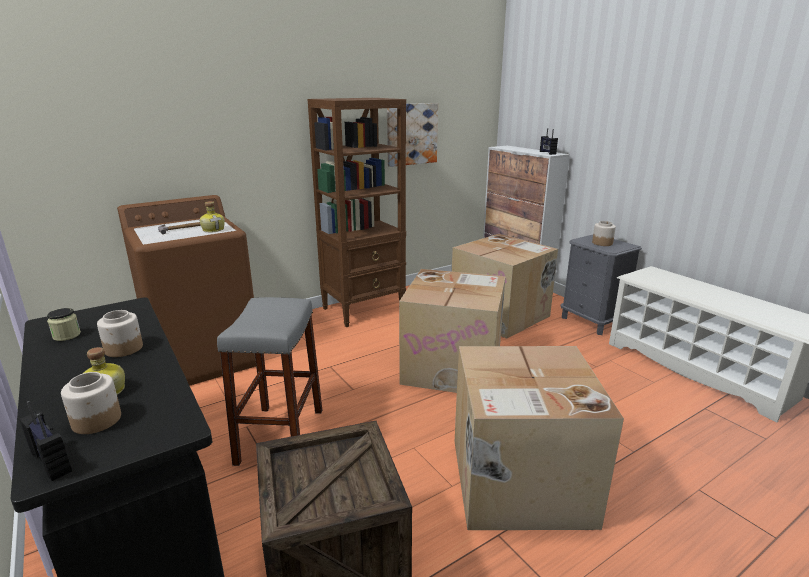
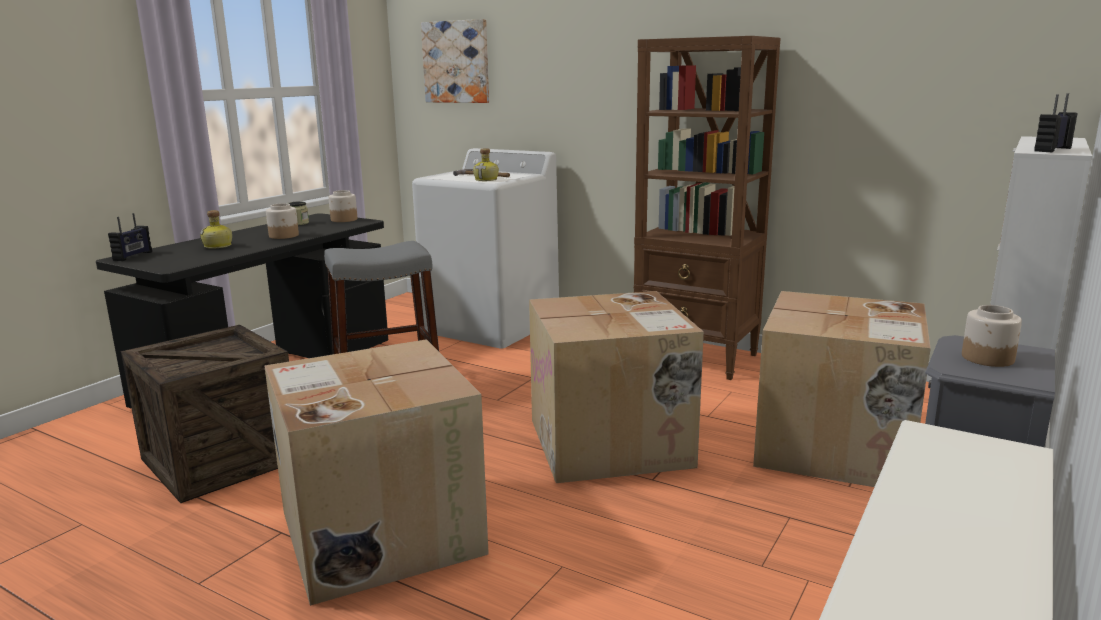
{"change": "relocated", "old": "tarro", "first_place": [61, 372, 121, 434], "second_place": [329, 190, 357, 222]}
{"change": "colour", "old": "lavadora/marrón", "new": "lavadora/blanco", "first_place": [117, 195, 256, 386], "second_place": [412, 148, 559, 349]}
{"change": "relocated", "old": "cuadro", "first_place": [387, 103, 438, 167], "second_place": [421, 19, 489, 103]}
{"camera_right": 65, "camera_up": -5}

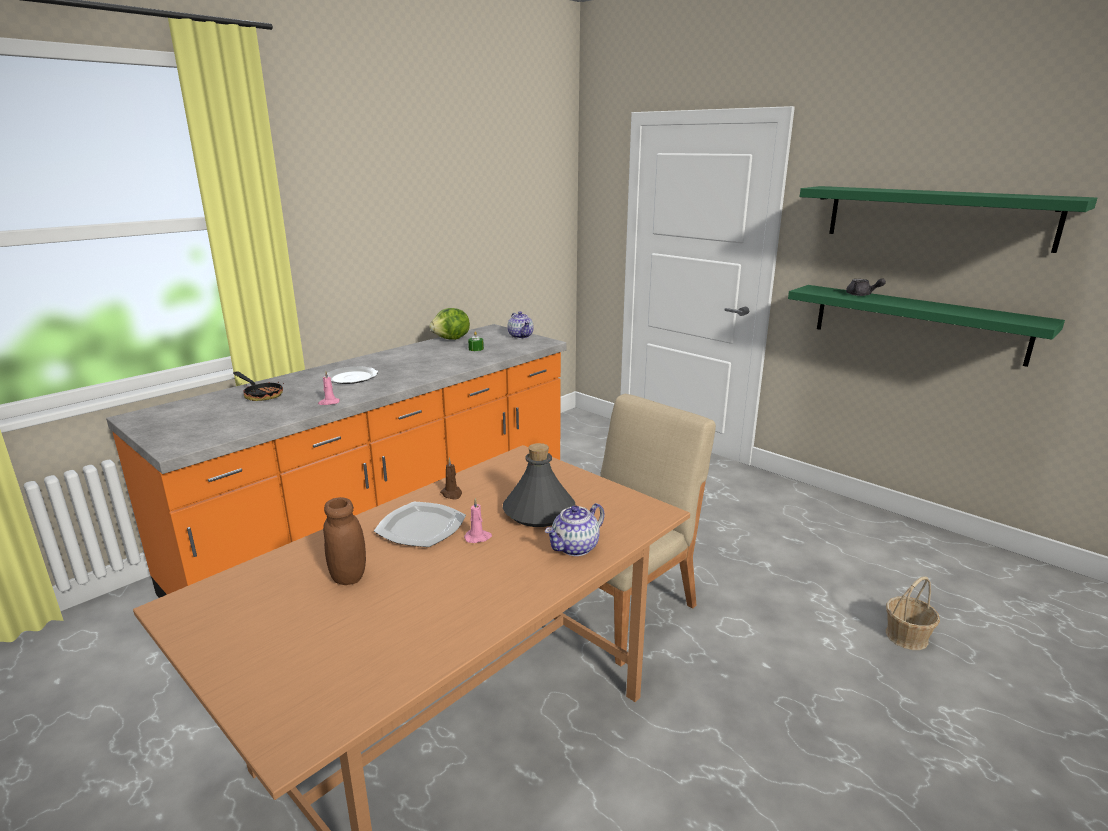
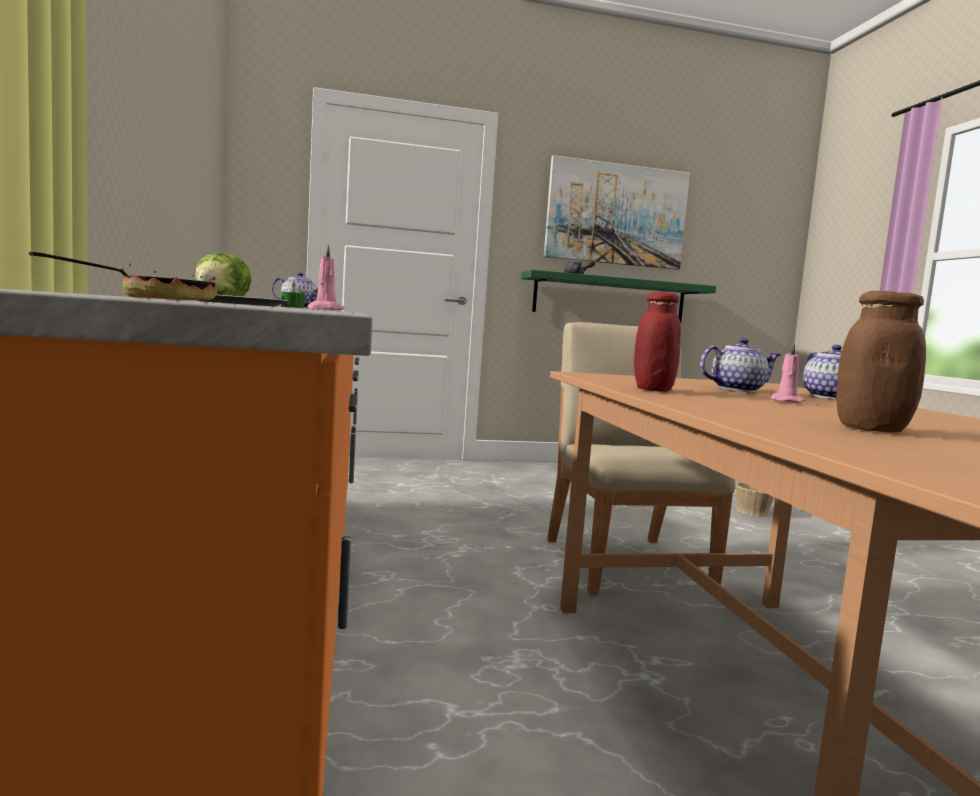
{"change": "exchanged", "old": "estante/verde", "new": "cuadro", "first_place": [800, 186, 1097, 253], "second_place": [544, 155, 690, 270]}
{"change": "exchanged", "old": "vela/marrón", "new": "tarro/rojo", "first_place": [440, 458, 462, 500], "second_place": [634, 292, 681, 392]}
{"change": "exchanged", "old": "botella/gris", "new": "tetera", "first_place": [503, 443, 576, 527], "second_place": [700, 338, 781, 392]}
{"change": "missing", "old": "plato", "first_place": [374, 502, 466, 547]}
{"camera_right": -55, "camera_up": -15}

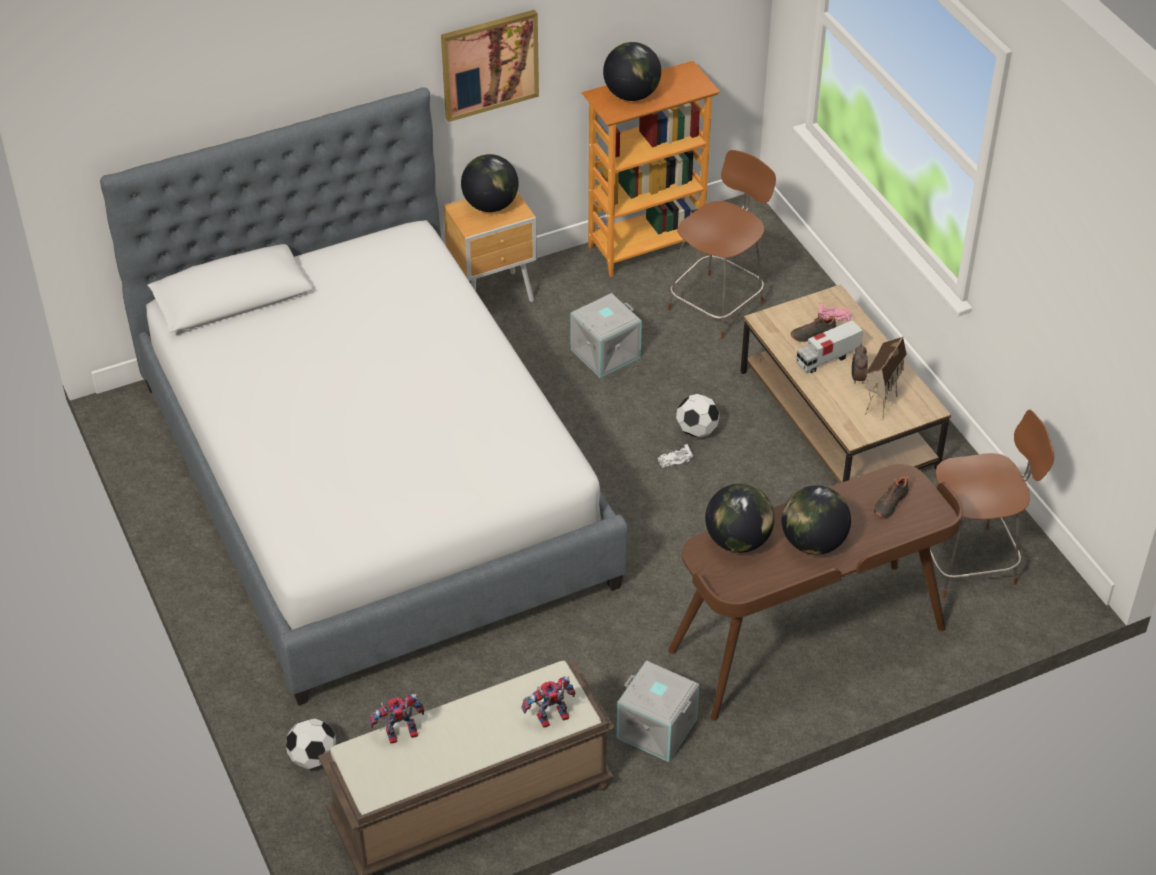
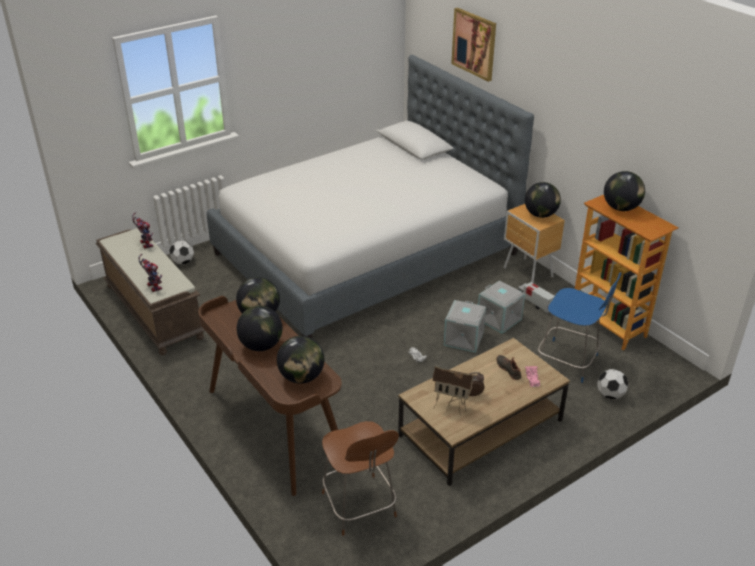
{"change": "exchanged", "old": "zapato/negro", "new": "globo terráqueo", "first_place": [874, 473, 909, 519], "second_place": [277, 336, 324, 383]}
{"change": "relocated", "old": "caja de almacenaje/gris", "first_place": [617, 660, 699, 762], "second_place": [444, 300, 486, 353]}
{"change": "relocated", "old": "cuadro", "first_place": [441, 10, 539, 122], "second_place": [451, 8, 496, 82]}
{"change": "relocated", "old": "camión de juguete", "first_place": [796, 320, 863, 373], "second_place": [518, 282, 555, 313]}
{"change": "colour", "old": "silla/marrón", "new": "silla/azul", "first_place": [668, 150, 776, 339], "second_place": [538, 272, 622, 383]}
{"change": "relocated", "old": "balón de fútbol", "first_place": [676, 394, 720, 438], "second_place": [597, 369, 629, 399]}
{"camera_right": 80, "camera_up": -10}

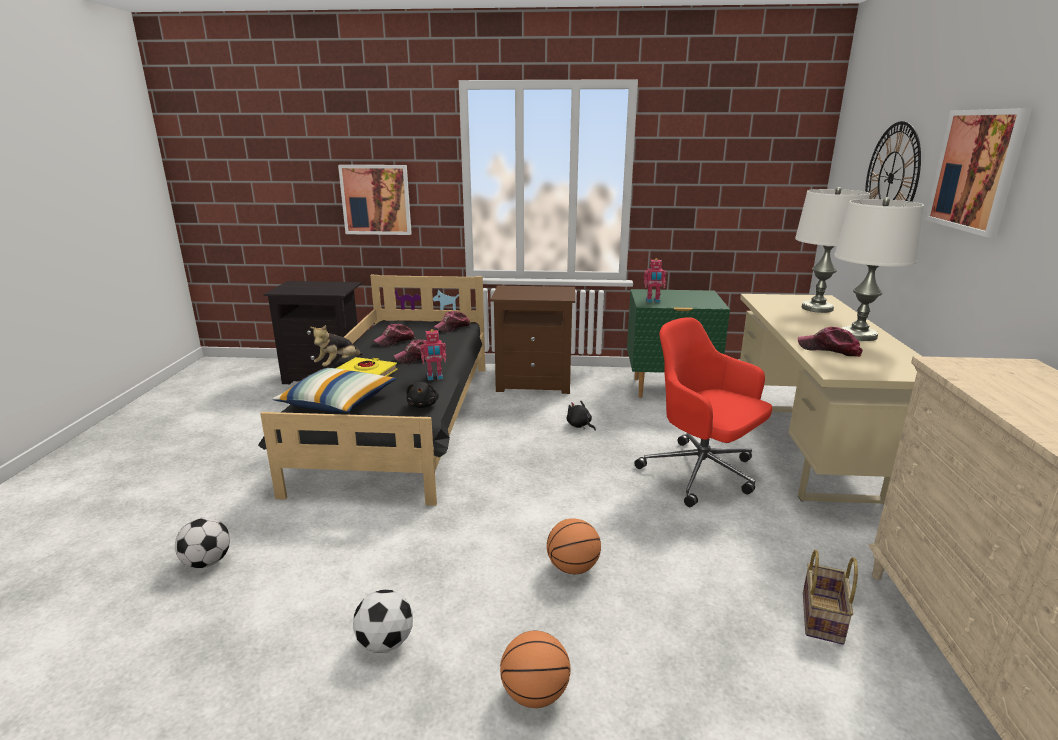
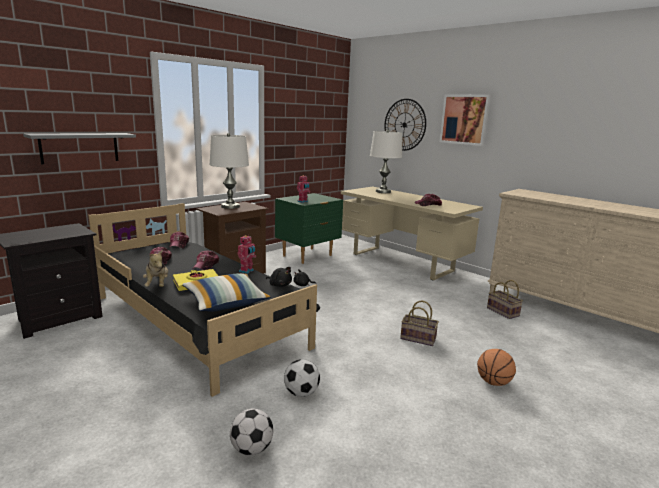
{"change": "exchanged", "old": "cuadro", "new": "estante/gris", "first_place": [338, 165, 412, 235], "second_place": [23, 133, 136, 164]}
{"change": "relocated", "old": "lámpara de mesa/blanco", "first_place": [834, 197, 924, 341], "second_place": [210, 133, 249, 209]}
{"change": "relocated", "old": "balón de fútbol", "first_place": [353, 590, 413, 653], "second_place": [284, 359, 320, 397]}
{"change": "exchanged", "old": "balón de baloncesto", "new": "cesta", "first_place": [547, 519, 601, 574], "second_place": [400, 300, 439, 346]}
{"change": "missing", "old": "silla de oficina/rojo", "first_place": [634, 317, 772, 507]}
{"camera_right": -50, "camera_up": -5}

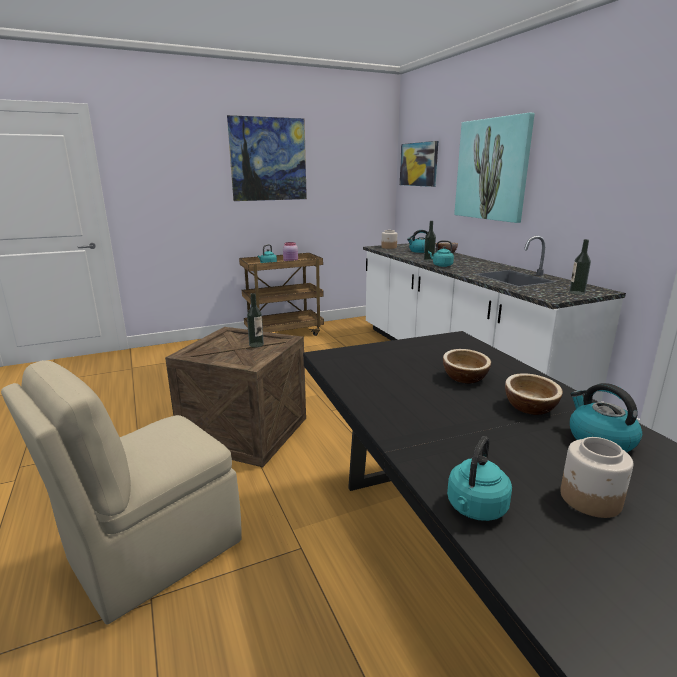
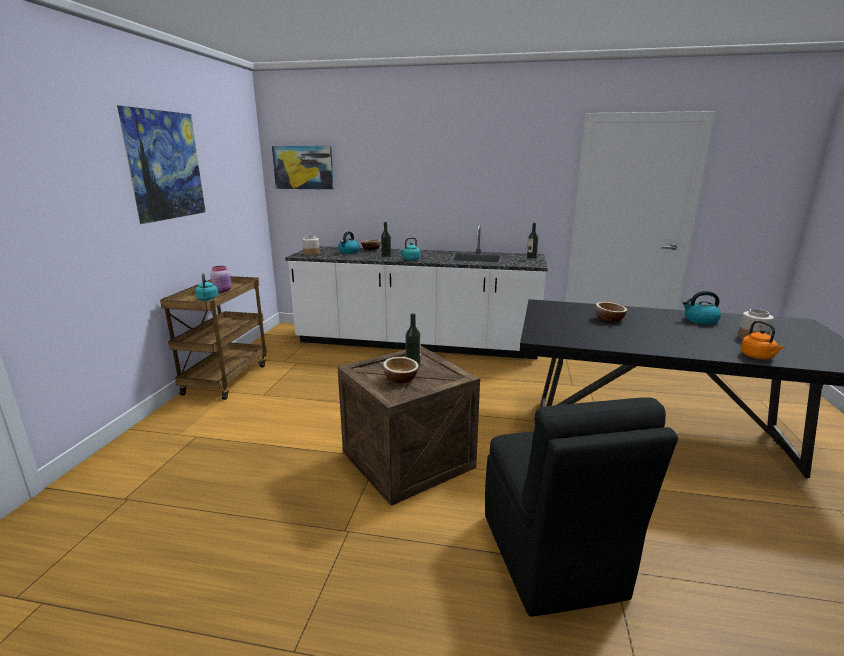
{"change": "relocated", "old": "cuenco", "first_place": [505, 373, 563, 415], "second_place": [383, 357, 419, 383]}
{"change": "colour", "old": "silla/beis", "new": "silla/negro", "first_place": [1, 360, 241, 625], "second_place": [485, 397, 678, 617]}
{"change": "colour", "old": "hervidor/turquesa", "new": "hervidor/naranja", "first_place": [447, 436, 512, 521], "second_place": [740, 321, 785, 359]}
{"change": "missing", "old": "cuadro", "first_place": [454, 112, 535, 223]}
{"camera_right": -55, "camera_up": 0}

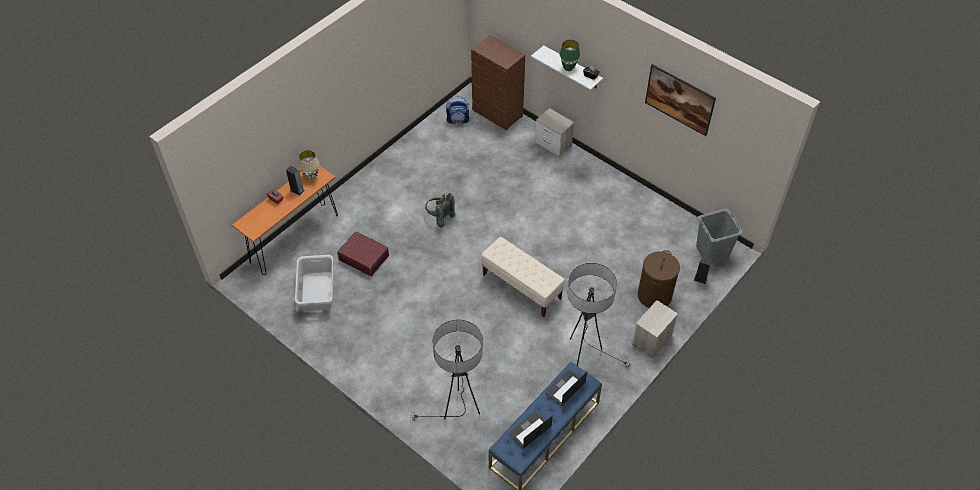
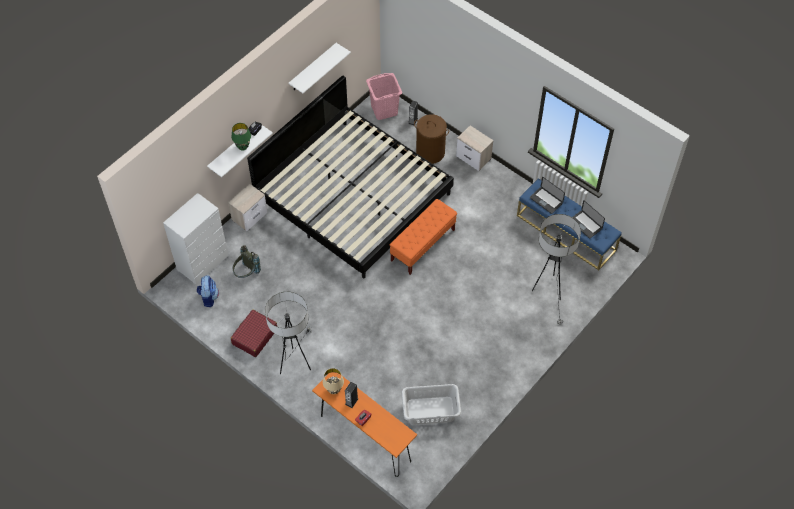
{"change": "colour", "old": "cómoda/marrón", "new": "cómoda/blanco", "first_place": [471, 35, 525, 130], "second_place": [163, 193, 228, 284]}
{"change": "relocated", "old": "maleta/rojo", "first_place": [337, 231, 389, 276], "second_place": [231, 310, 277, 357]}
{"change": "relocated", "old": "mochila/gris", "first_place": [425, 193, 456, 228], "second_place": [233, 245, 261, 278]}
{"change": "appeared", "new": "cama", "second_place": [247, 76, 454, 278]}
{"change": "relocated", "old": "lámpara de pie", "first_place": [568, 263, 631, 368], "second_place": [265, 292, 311, 374]}
{"change": "exchanged", "old": "cuadro", "new": "estante/blanco", "first_place": [645, 64, 716, 136], "second_place": [288, 43, 351, 93]}
{"change": "colour", "old": "cesto de la ropa/gris", "new": "cesto de la ropa/rosa", "first_place": [696, 209, 743, 263], "second_place": [366, 73, 402, 120]}
{"change": "colour", "old": "banco/beis", "new": "banco/naranja", "first_place": [482, 237, 565, 317], "second_place": [390, 199, 457, 275]}
{"camera_right": -90, "camera_up": 5}

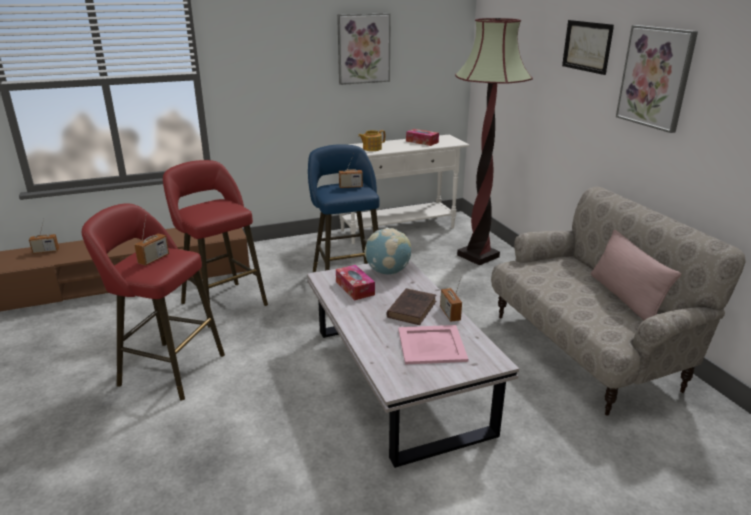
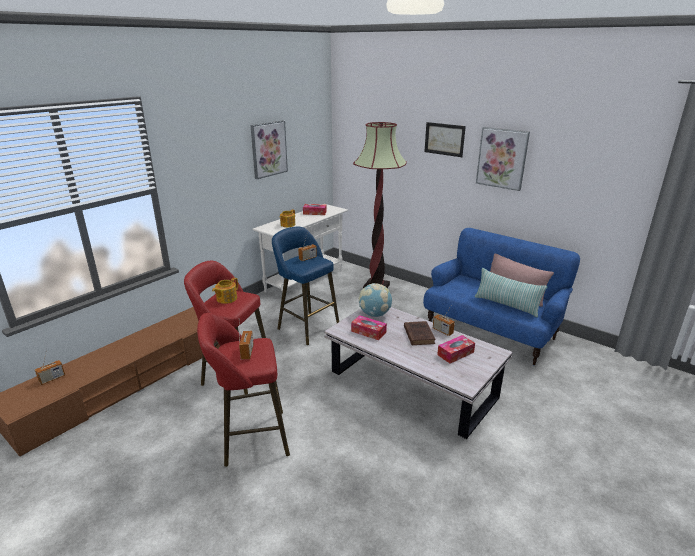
{"change": "appeared", "new": "tetera", "second_place": [212, 278, 238, 304]}
{"change": "colour", "old": "sofá/beis", "new": "sofá/azul", "first_place": [491, 187, 746, 416], "second_place": [423, 228, 580, 366]}
{"change": "exchanged", "old": "bandeja/rosa", "new": "caja de pañuelos", "first_place": [398, 325, 468, 365], "second_place": [437, 335, 475, 363]}
{"change": "appeared", "new": "cojín", "second_place": [474, 268, 547, 318]}
{"camera_right": -30, "camera_up": 0}

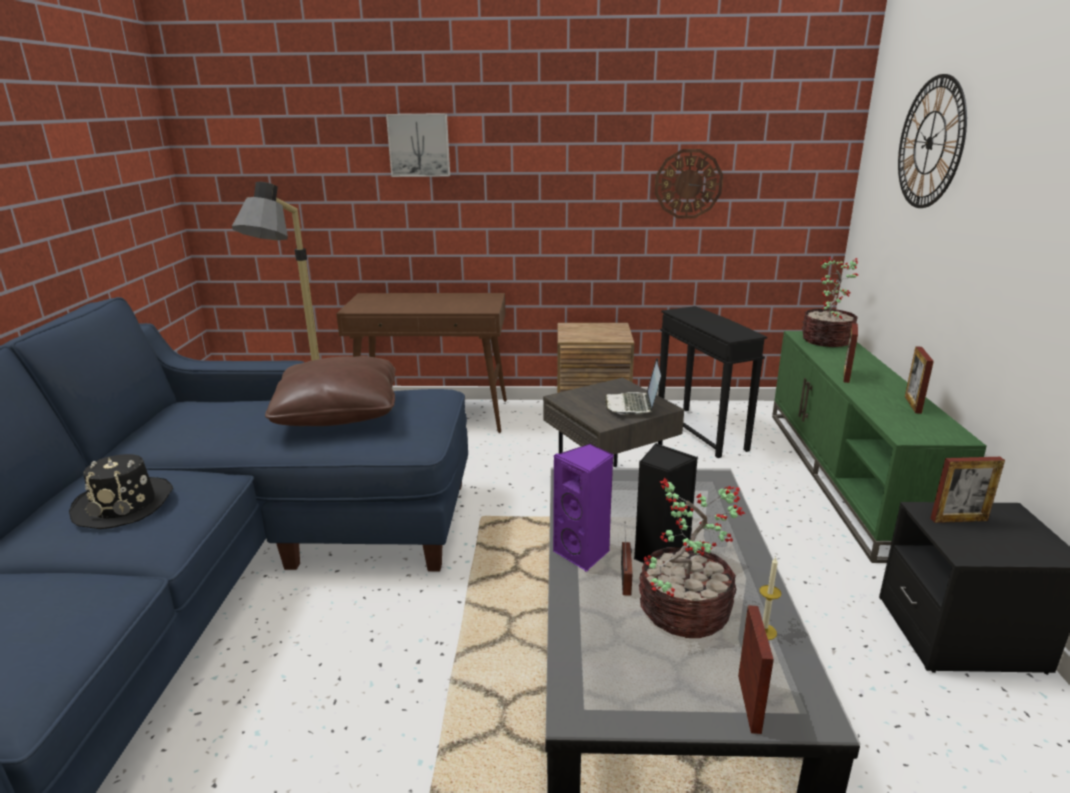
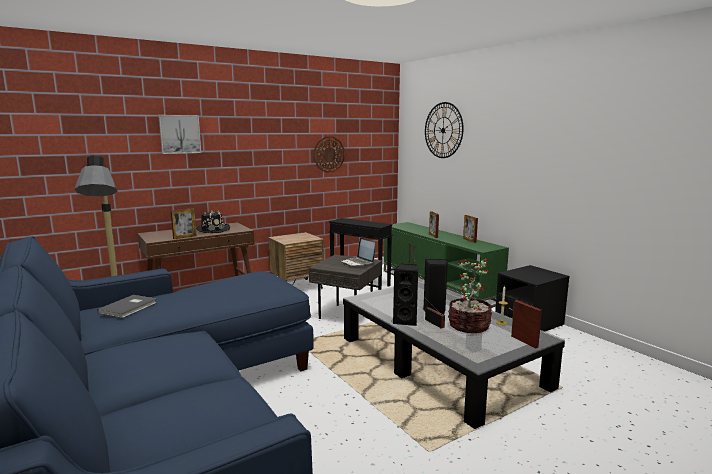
{"change": "appeared", "new": "libro/gris", "second_place": [97, 295, 156, 318]}
{"change": "relocated", "old": "portarretratos", "first_place": [930, 457, 1005, 523], "second_place": [171, 208, 196, 239]}
{"change": "relocated", "old": "sombrero/negro", "first_place": [69, 454, 173, 529], "second_place": [196, 210, 230, 233]}
{"change": "colour", "old": "altavoz/morado", "new": "altavoz/negro", "first_place": [553, 444, 614, 572], "second_place": [393, 264, 418, 326]}
{"change": "missing", "old": "cojín/marrón", "first_place": [265, 356, 396, 426]}
{"change": "missing", "old": "planta en maceta", "first_place": [802, 258, 858, 347]}
{"camera_right": -35, "camera_up": -10}

